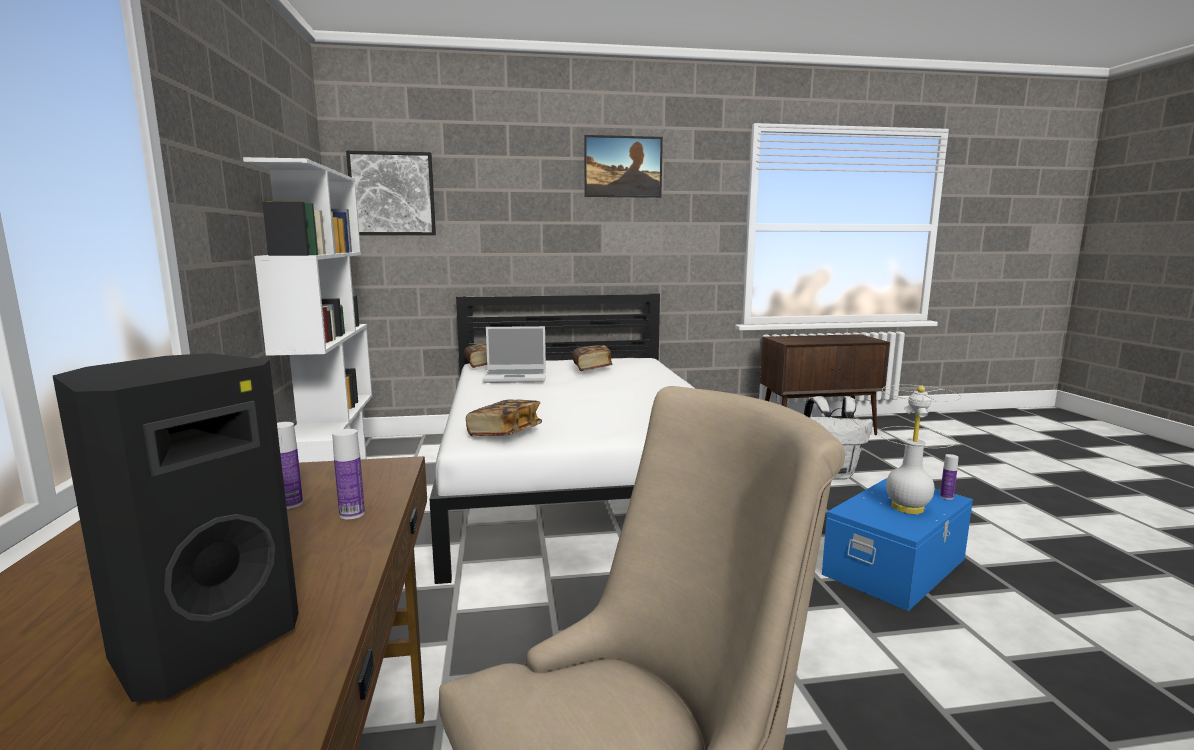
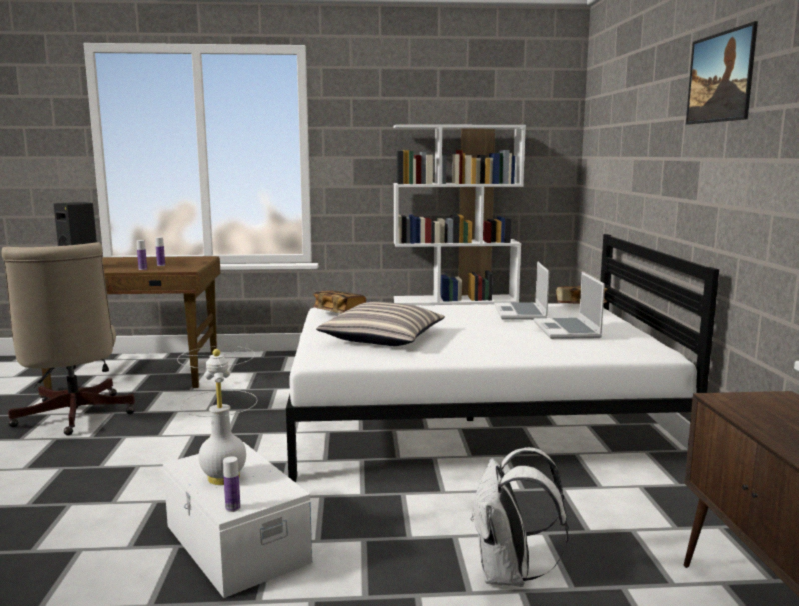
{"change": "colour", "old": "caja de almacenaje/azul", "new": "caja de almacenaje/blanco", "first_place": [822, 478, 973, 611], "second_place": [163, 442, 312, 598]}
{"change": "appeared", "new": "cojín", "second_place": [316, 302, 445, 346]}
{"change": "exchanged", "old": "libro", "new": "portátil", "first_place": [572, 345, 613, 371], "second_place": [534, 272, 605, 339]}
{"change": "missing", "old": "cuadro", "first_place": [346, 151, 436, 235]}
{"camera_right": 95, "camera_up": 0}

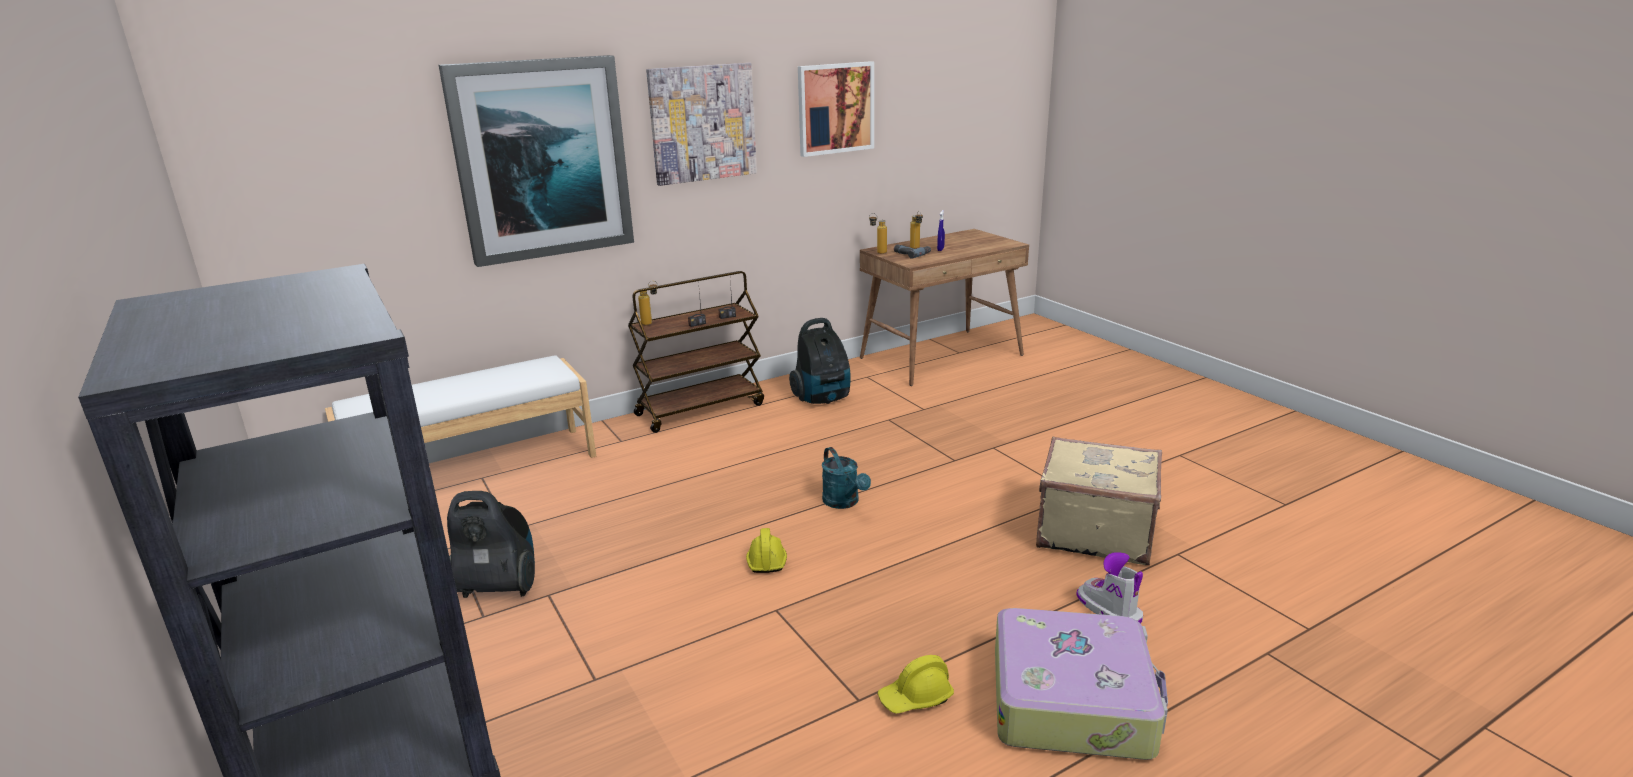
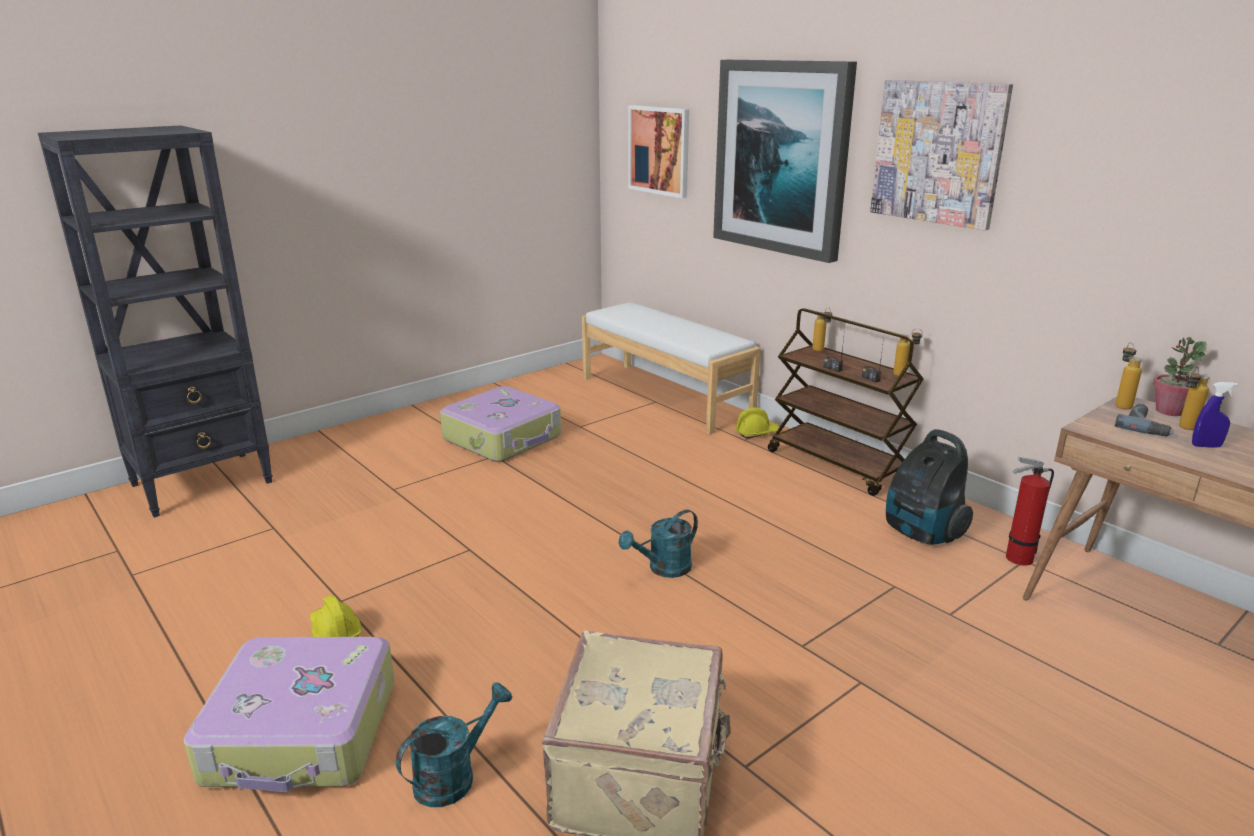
{"change": "exchanged", "old": "bota", "new": "regadera/turquesa", "first_place": [1076, 552, 1143, 624], "second_place": [396, 682, 512, 807]}
{"change": "exchanged", "old": "aspiradora", "new": "maleta", "first_place": [447, 491, 535, 598], "second_place": [440, 386, 561, 462]}
{"change": "relocated", "old": "cuadro", "first_place": [798, 61, 874, 157], "second_place": [628, 105, 689, 198]}
{"change": "relocated", "old": "casco/amarillo", "first_place": [746, 528, 787, 573], "second_place": [735, 407, 779, 439]}
{"change": "appeared", "new": "botella", "second_place": [893, 328, 923, 376]}
{"change": "appeared", "new": "extintor", "second_place": [1006, 457, 1054, 566]}
{"change": "appeared", "new": "planta en maceta", "second_place": [1153, 337, 1207, 416]}
{"camera_right": 80, "camera_up": 0}

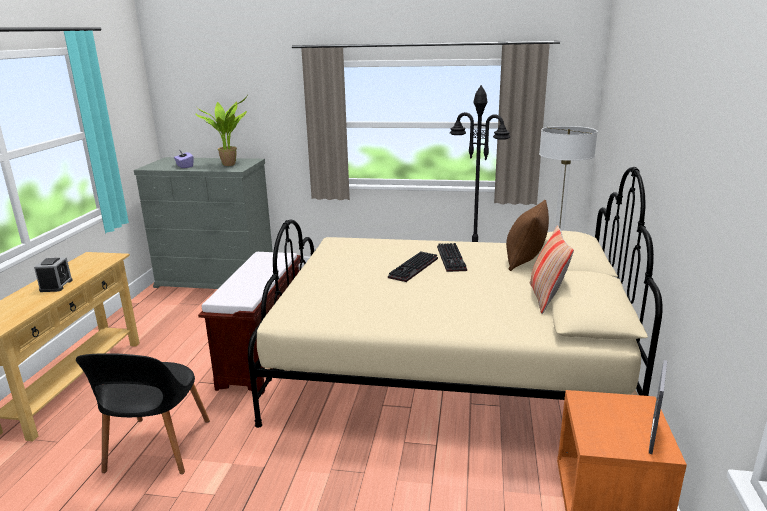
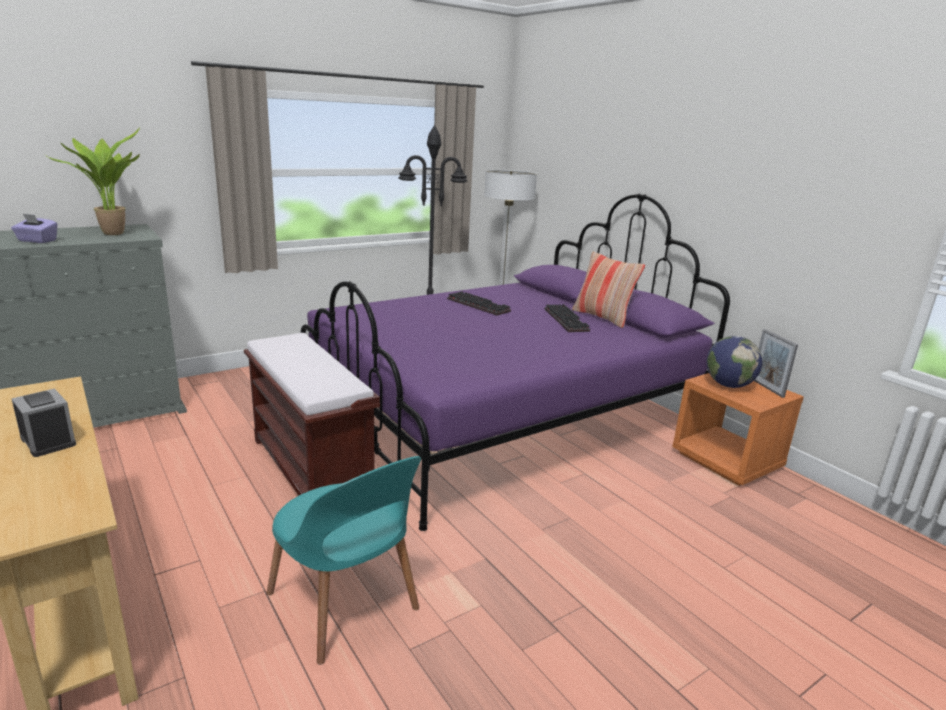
{"change": "colour", "old": "silla/negro", "new": "silla/turquesa", "first_place": [76, 353, 210, 474], "second_place": [267, 456, 421, 665]}
{"change": "colour", "old": "cama/beis", "new": "cama/morado", "first_place": [248, 167, 662, 428], "second_place": [300, 193, 730, 531]}
{"change": "relocated", "old": "teclado", "first_place": [388, 252, 438, 282], "second_place": [545, 304, 590, 332]}
{"change": "appeared", "new": "globo terráqueo", "second_place": [707, 336, 762, 388]}
{"change": "missing", "old": "cojín/marrón", "first_place": [506, 200, 549, 271]}
{"camera_right": -45, "camera_up": 0}

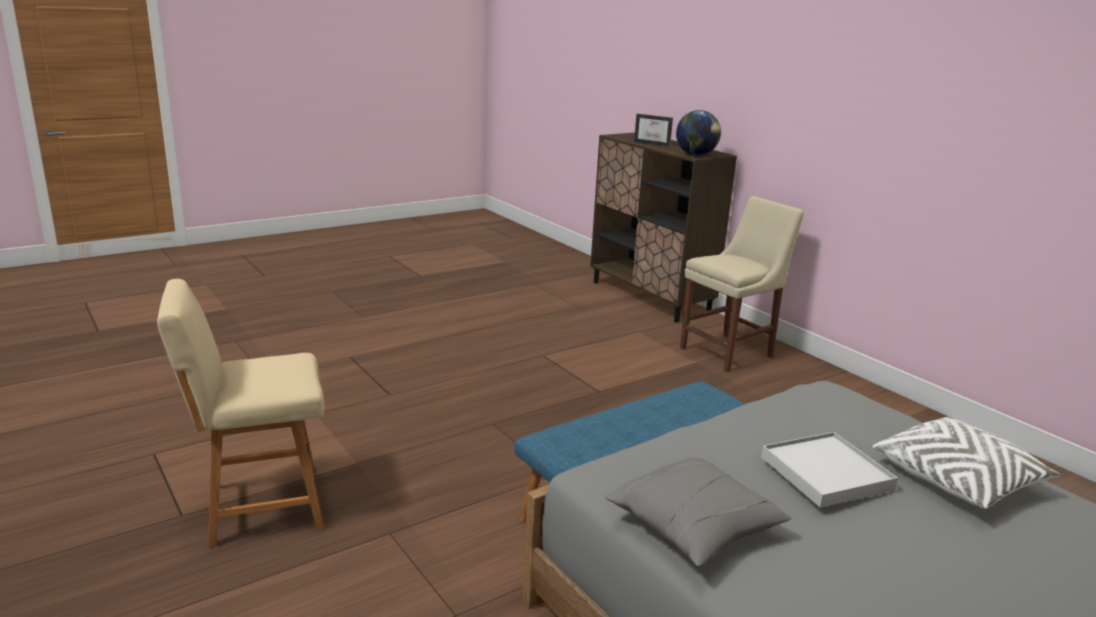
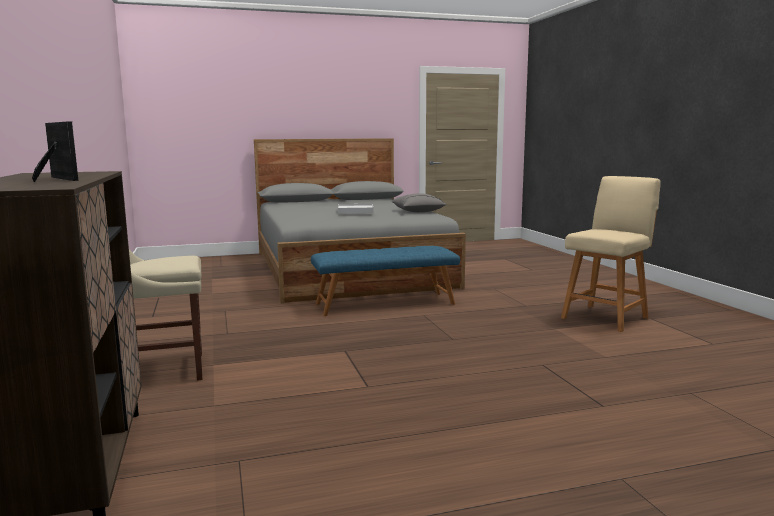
{"change": "spun", "old": "silla/beis", "first_place": [157, 279, 324, 548], "second_place": [561, 176, 661, 332], "degrees": -45}
{"change": "missing", "old": "globo terráqueo", "first_place": [676, 110, 721, 156]}
{"change": "missing", "old": "cojín/blanco", "first_place": [872, 417, 1061, 509]}
{"camera_right": -160, "camera_up": -10}

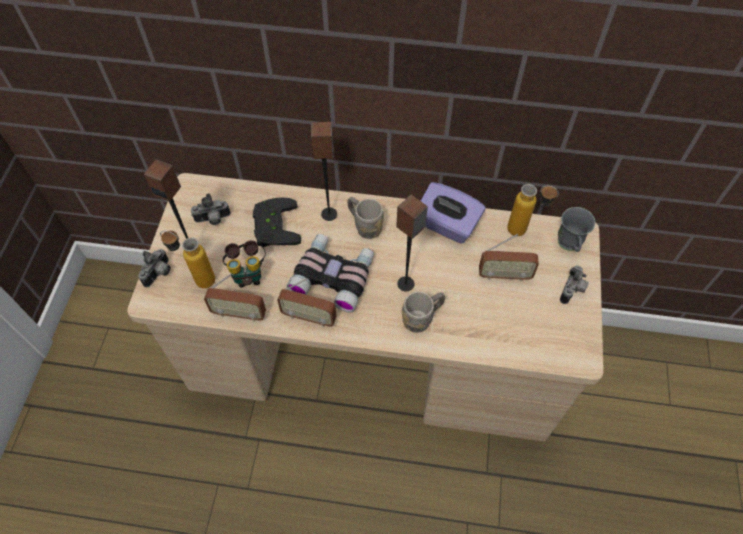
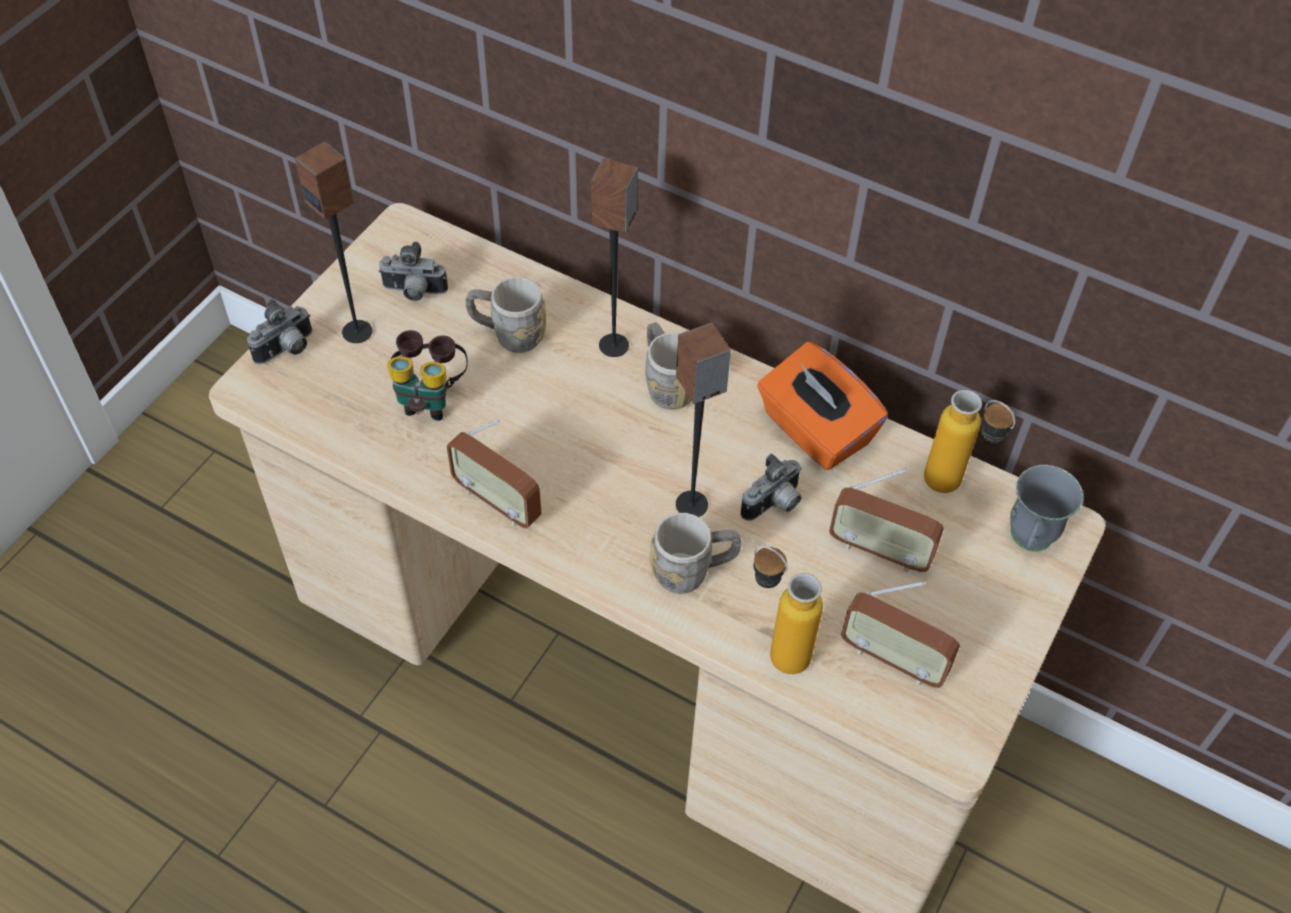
{"change": "exchanged", "old": "mando de consola/negro", "new": "taza grande/gris", "first_place": [253, 197, 301, 247], "second_place": [466, 277, 546, 353]}
{"change": "relocated", "old": "cámara", "first_place": [560, 265, 589, 304], "second_place": [740, 453, 802, 521]}
{"change": "relocated", "old": "botella", "first_place": [160, 231, 215, 288], "second_place": [753, 545, 823, 674]}
{"change": "colour", "old": "caja de pañuelos/morado", "new": "caja de pañuelos/naranja", "first_place": [421, 182, 485, 244], "second_place": [757, 342, 888, 470]}
{"change": "relocated", "old": "radio", "first_place": [204, 274, 266, 322], "second_place": [841, 581, 960, 688]}
{"change": "missing", "old": "prismáticos", "first_place": [286, 234, 374, 313]}
{"camera_right": 20, "camera_up": -5}

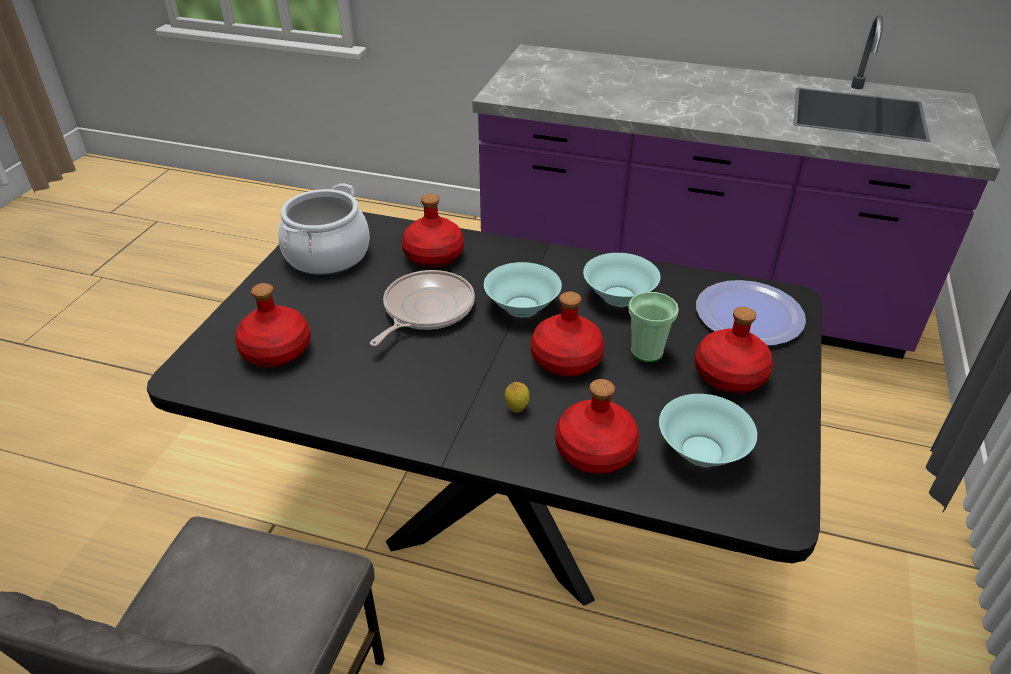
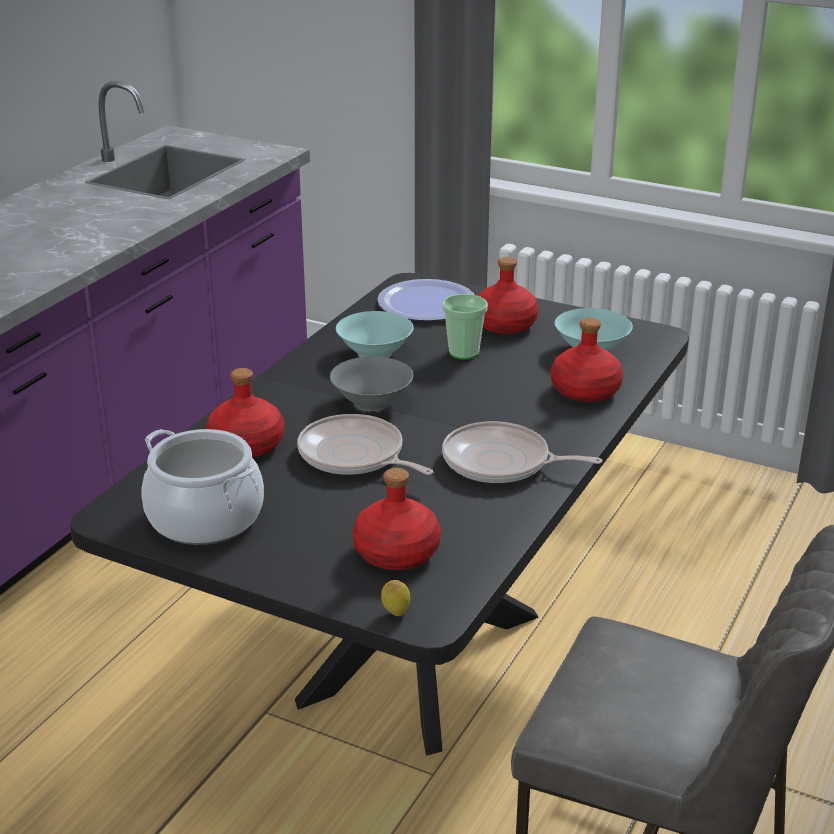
{"change": "colour", "old": "cuenco/turquesa", "new": "cuenco/gris", "first_place": [484, 262, 562, 317], "second_place": [330, 356, 413, 411]}
{"change": "relocated", "old": "limón", "first_place": [505, 382, 530, 413], "second_place": [381, 580, 411, 616]}
{"change": "appeared", "new": "sartén", "second_place": [442, 421, 602, 483]}
{"change": "missing", "old": "botella/rojo", "first_place": [531, 291, 605, 377]}
{"camera_right": -80, "camera_up": -10}

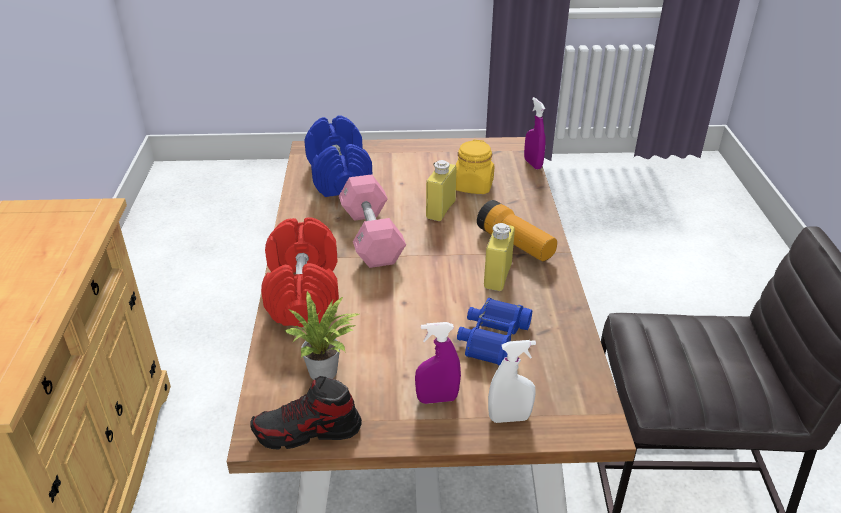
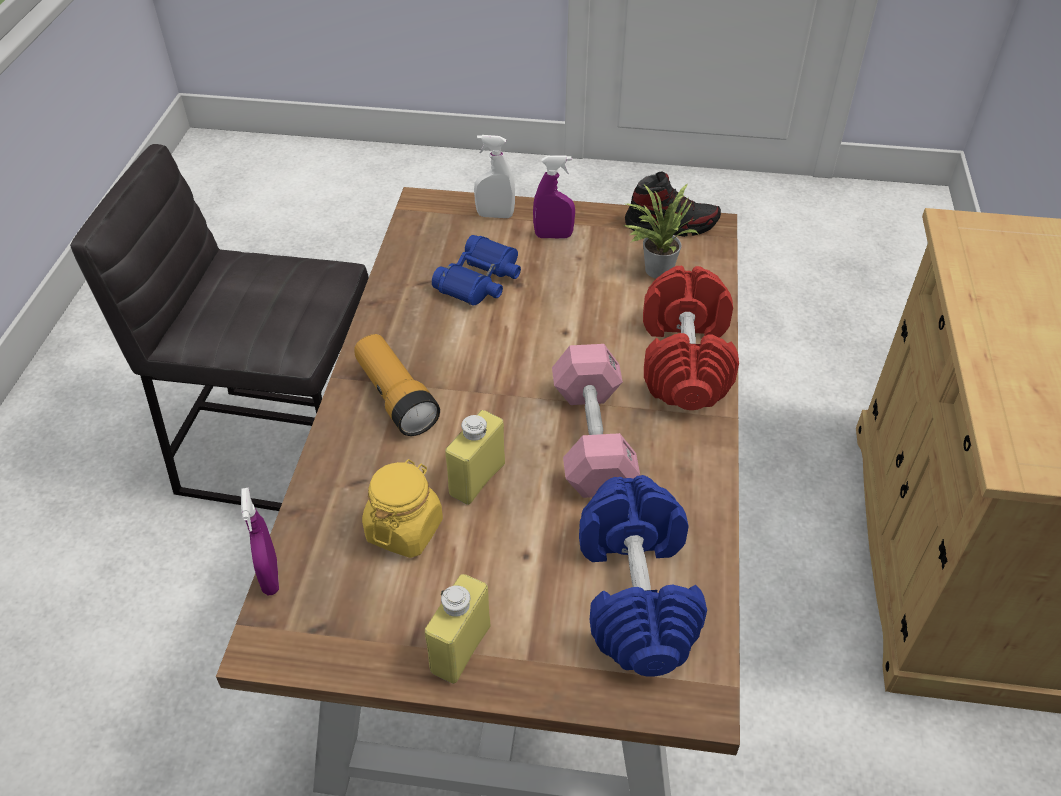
{"change": "relocated", "old": "botella/amarillo", "first_place": [484, 223, 515, 291], "second_place": [425, 574, 490, 684]}
{"camera_right": -170, "camera_up": 10}

